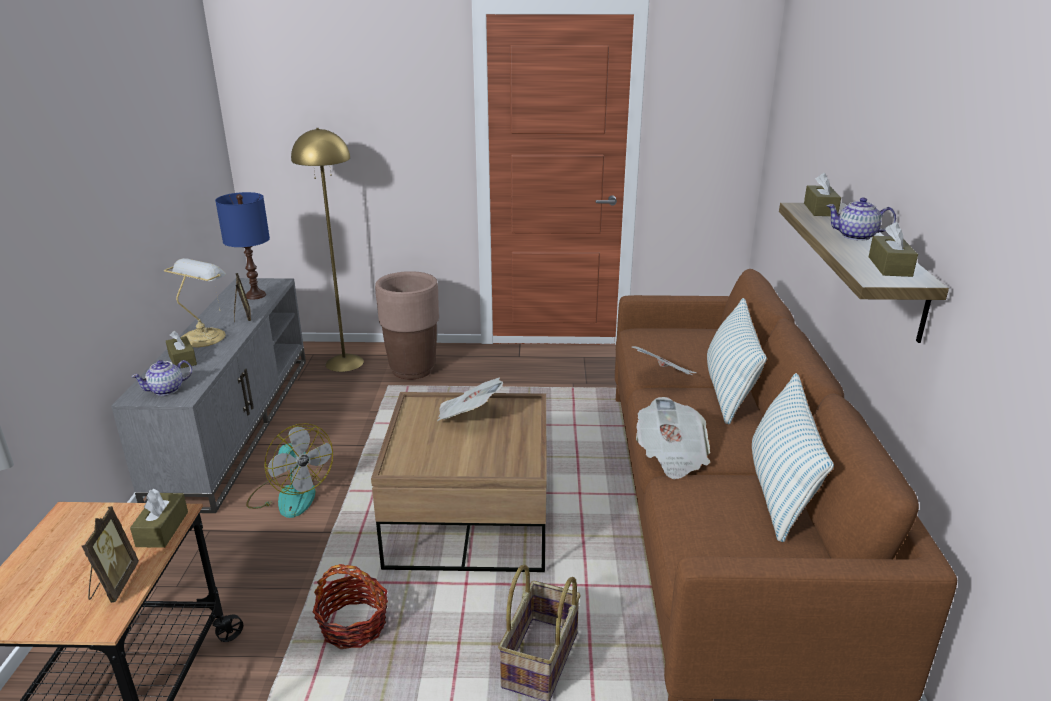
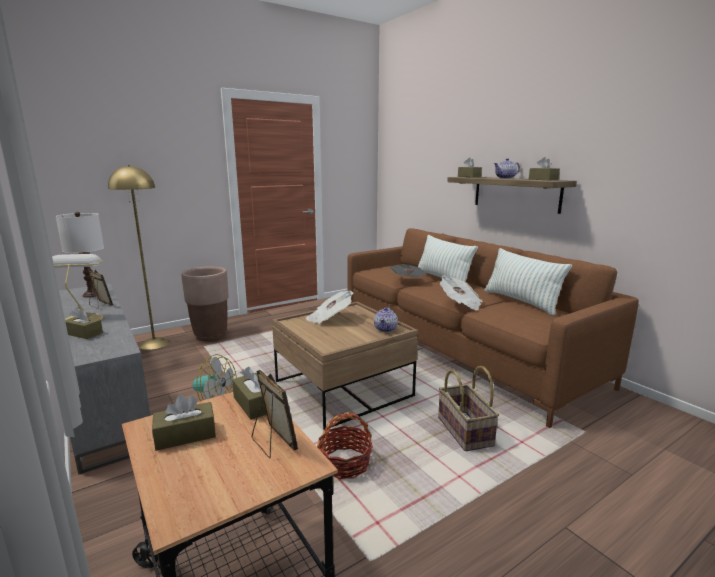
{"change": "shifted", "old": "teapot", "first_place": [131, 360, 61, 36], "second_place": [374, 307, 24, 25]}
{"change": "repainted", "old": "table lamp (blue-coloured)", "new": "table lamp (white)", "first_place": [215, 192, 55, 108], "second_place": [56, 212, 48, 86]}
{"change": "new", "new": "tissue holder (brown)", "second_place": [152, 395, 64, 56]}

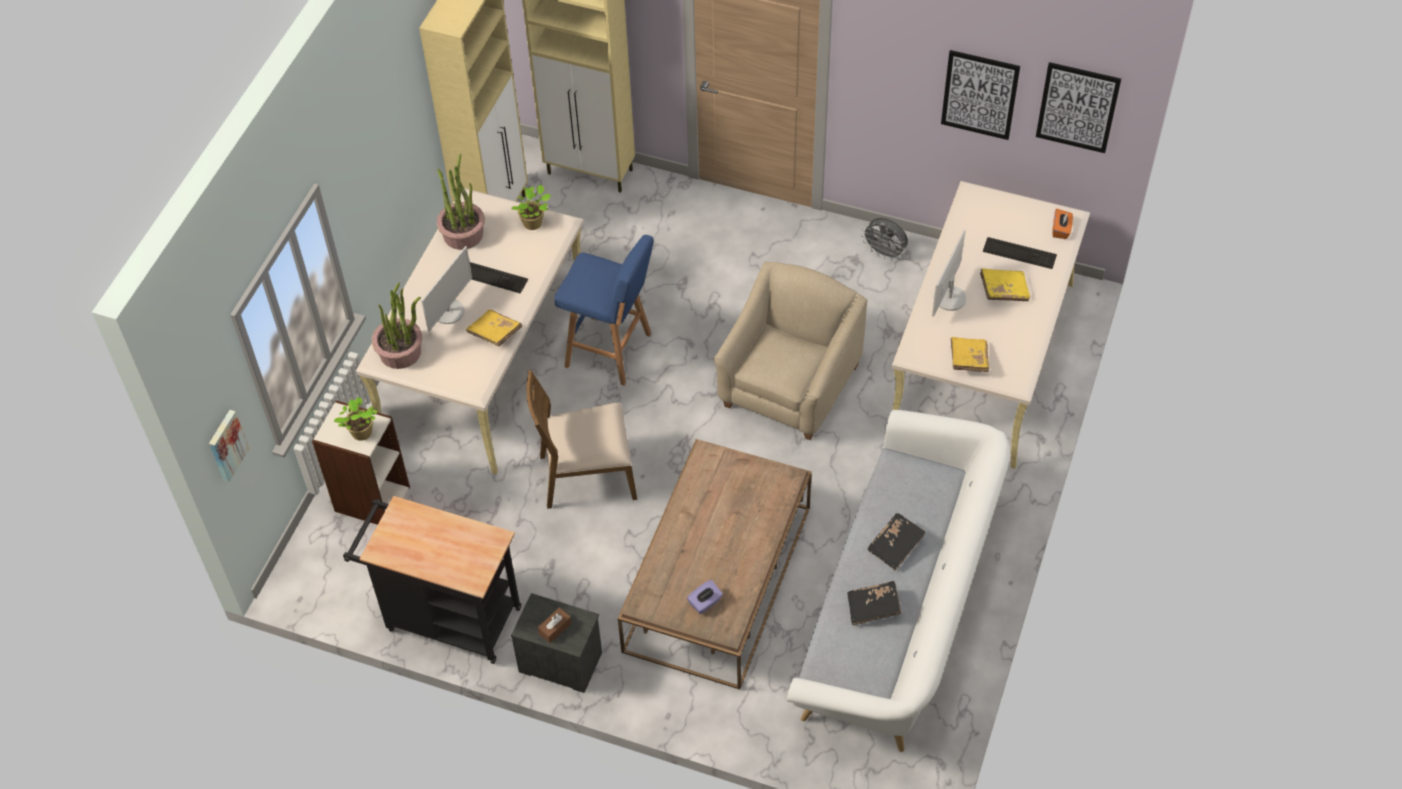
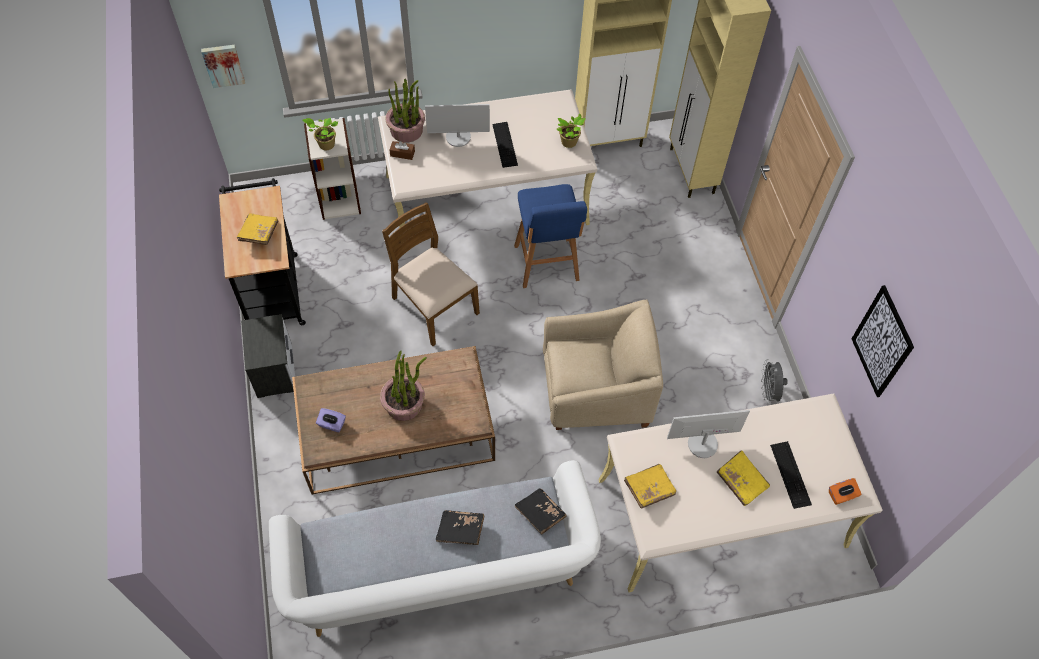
{"change": "shifted", "old": "houseplant", "first_place": [437, 154, 48, 96], "second_place": [380, 350, 47, 71]}
{"change": "shifted", "old": "bound book (yellow-coloured)", "first_place": [466, 310, 56, 36], "second_place": [237, 213, 41, 32]}
{"change": "shifted", "old": "tissue holder (brown)", "first_place": [538, 607, 34, 36], "second_place": [389, 141, 26, 19]}
{"change": "shifted", "old": "bound book (black-coloured)", "first_place": [847, 581, 54, 45], "second_place": [515, 489, 52, 45]}
{"change": "gone", "old": "wall picture", "first_place": [1036, 62, 85, 91]}

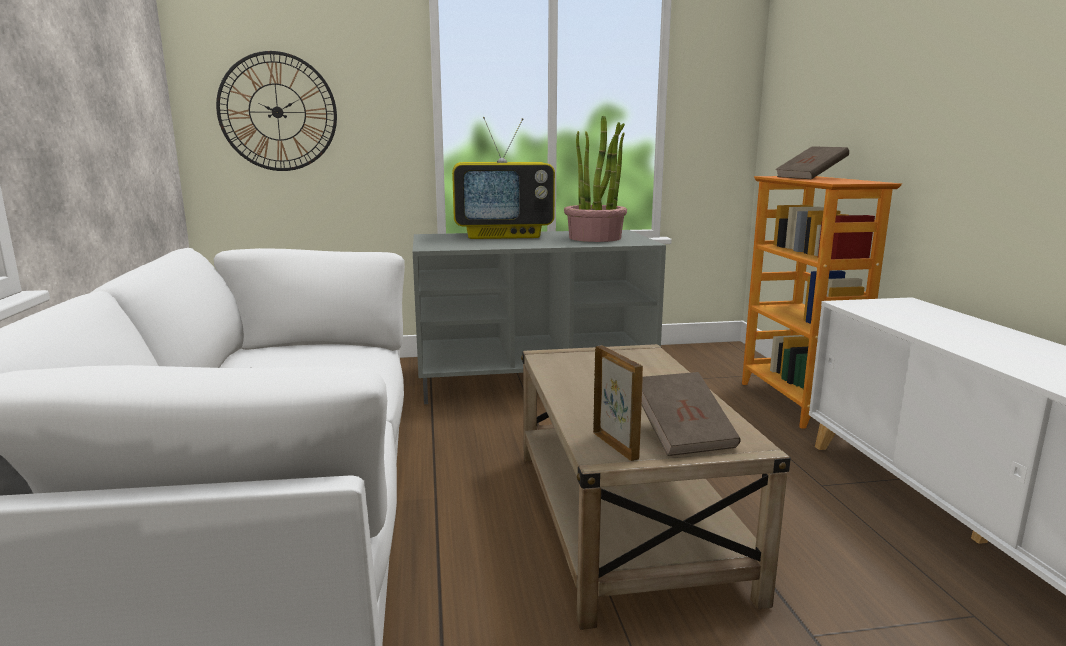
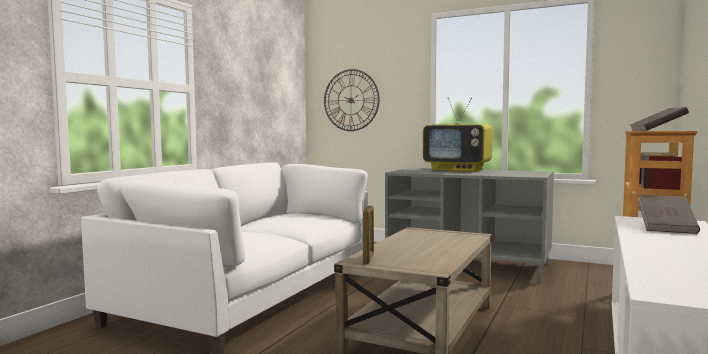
{"change": "gone", "old": "houseplant", "first_place": [564, 116, 63, 126]}
{"change": "shifted", "old": "bound book (brown)", "first_place": [642, 372, 99, 84], "second_place": [638, 195, 62, 39]}

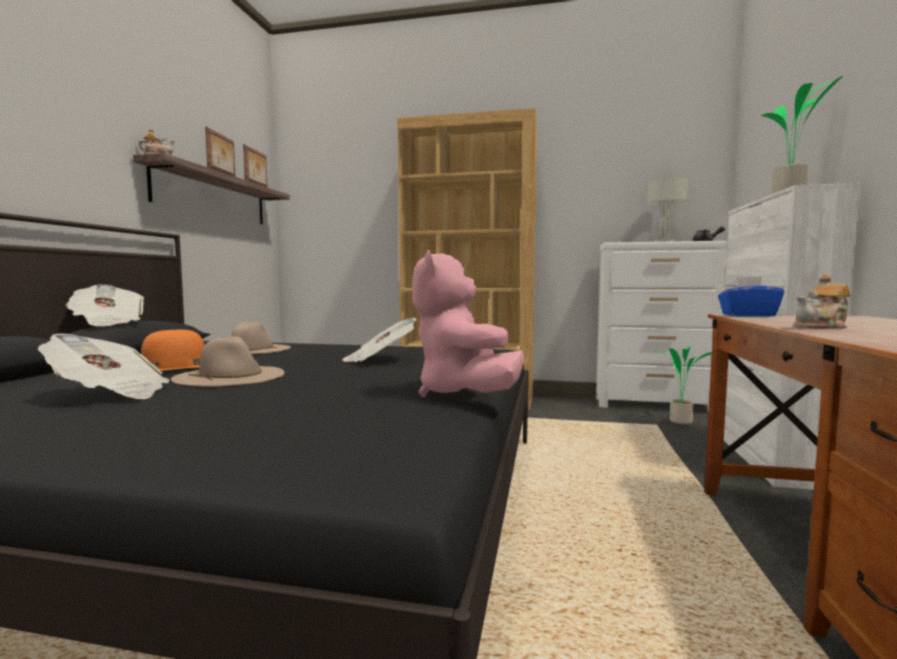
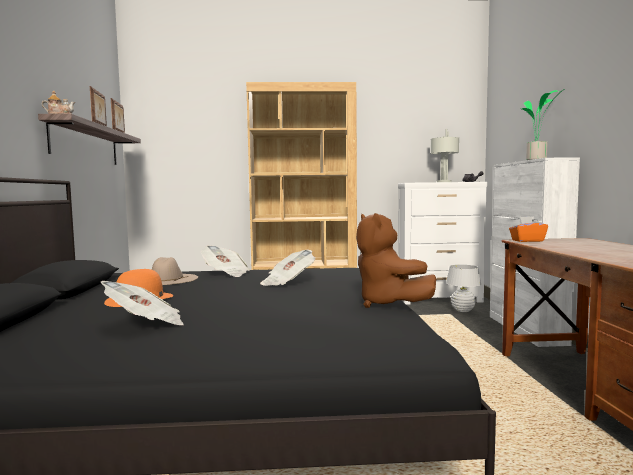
{"change": "shifted", "old": "newspaper", "first_place": [66, 285, 78, 42], "second_place": [201, 245, 49, 32]}
{"change": "gone", "old": "hat (sand-coloured)", "first_place": [171, 336, 113, 51]}
{"change": "repainted", "old": "plush toy (pink)", "new": "plush toy (brown)", "first_place": [412, 250, 112, 147], "second_place": [356, 213, 80, 95]}
{"change": "swapped", "old": "houseplant", "new": "table lamp (white)", "first_place": [654, 347, 58, 77], "second_place": [446, 265, 35, 47]}
{"change": "repainted", "old": "tissue holder (blue-coloured)", "new": "tissue holder (orangey)", "first_place": [718, 276, 66, 41], "second_place": [509, 216, 39, 26]}
{"change": "gone", "old": "teapot", "first_place": [795, 275, 56, 53]}

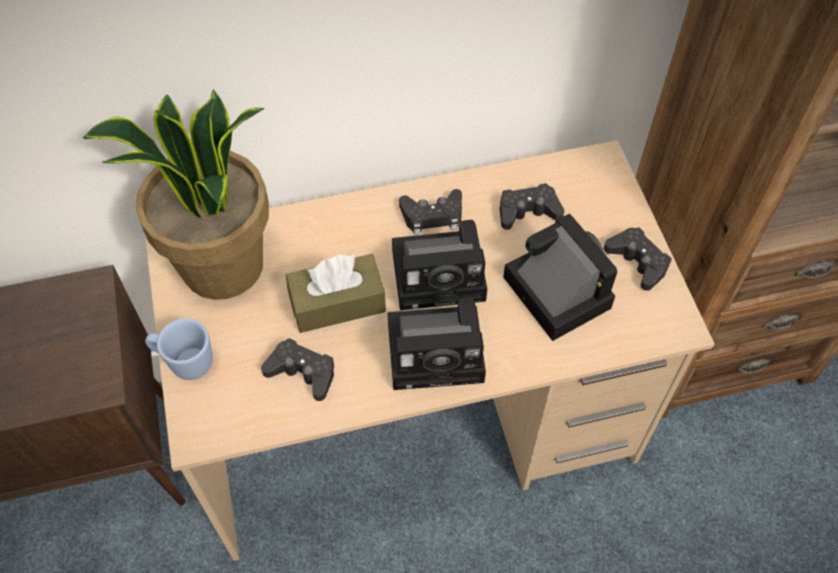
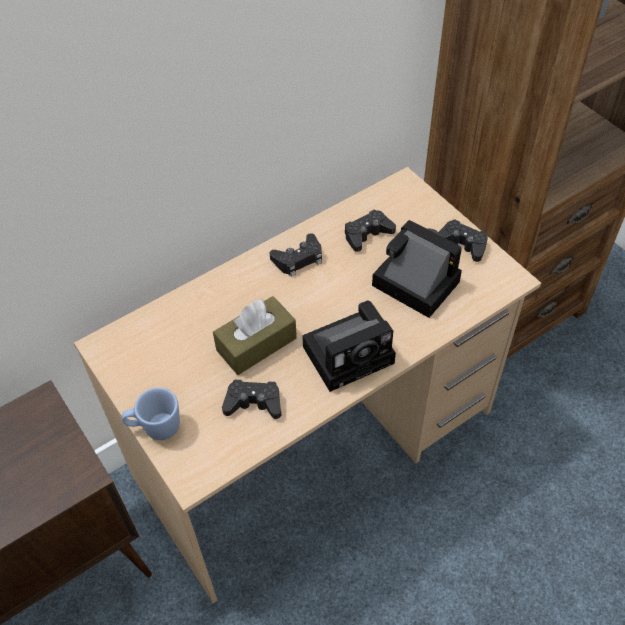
{"change": "gone", "old": "houseplant", "first_place": [83, 89, 186, 211]}
{"change": "gone", "old": "photo camera", "first_place": [392, 220, 95, 90]}

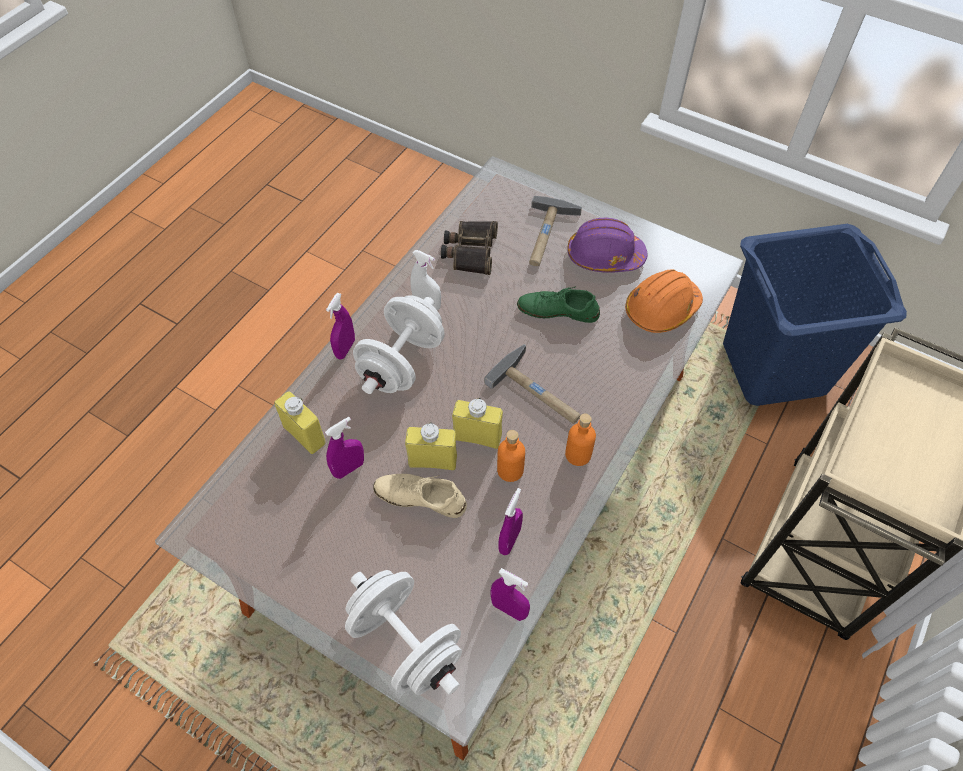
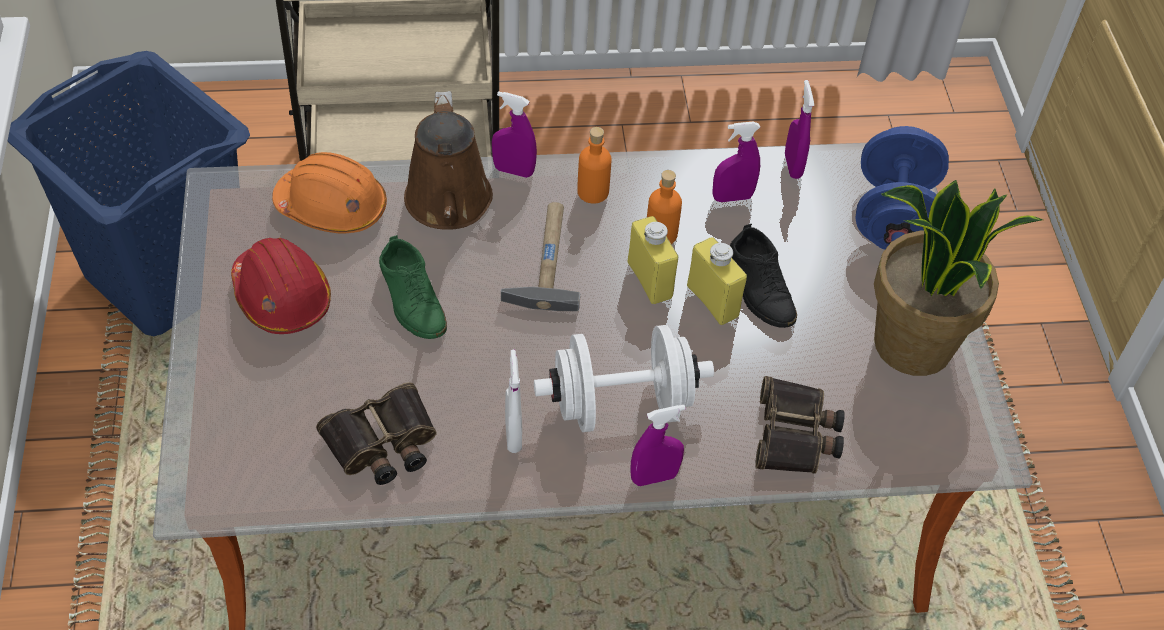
{"change": "swapped", "old": "drink bottle (yellow-coloured)", "new": "field glasses", "first_place": [274, 391, 52, 63], "second_place": [755, 376, 90, 98]}
{"change": "shifted", "old": "hand sprayer (purple-coloured)", "first_place": [325, 417, 39, 62], "second_place": [492, 91, 45, 87]}
{"change": "repainted", "old": "free weight (white)", "new": "free weight (blue-coloured)", "first_place": [345, 570, 117, 125], "second_place": [856, 126, 93, 124]}
{"change": "repainted", "old": "item of footwear (sand-coloured)", "new": "item of footwear (black-coloured)", "first_place": [373, 474, 94, 44], "second_place": [730, 224, 67, 104]}
{"change": "gone", "old": "hand hammer", "first_place": [529, 196, 53, 70]}
{"change": "repainted", "old": "work helmet (purple-coloured)", "new": "work helmet (red-coloured)", "first_place": [567, 218, 80, 55], "second_place": [231, 238, 100, 96]}
{"change": "new", "new": "watering can (brown)", "second_place": [404, 91, 89, 139]}
{"change": "new", "new": "houseplant", "second_place": [874, 180, 169, 196]}

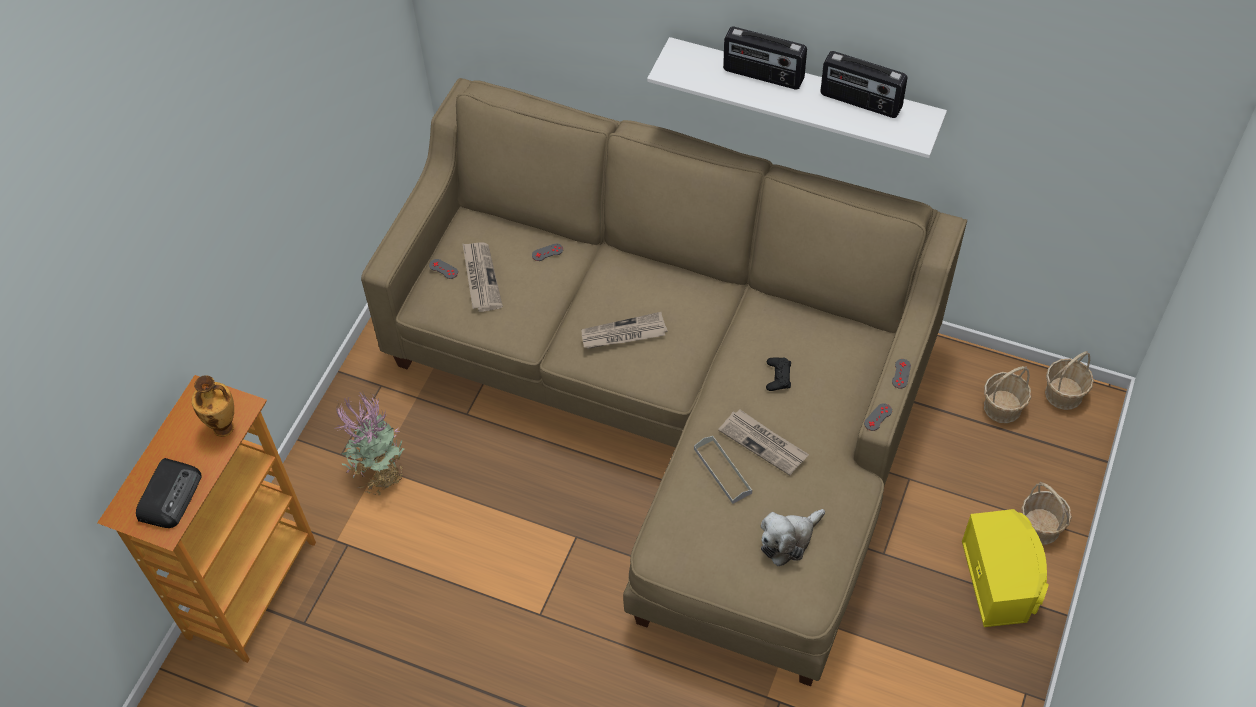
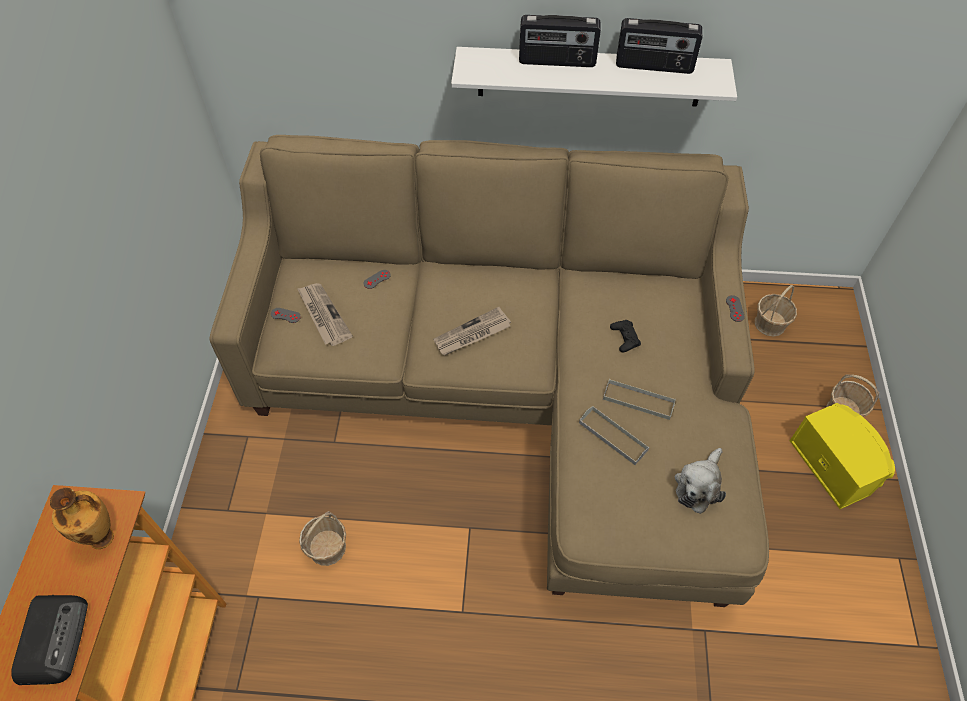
{"change": "gone", "old": "houseplant", "first_place": [335, 391, 71, 104]}
{"change": "swapped", "old": "newspaper", "new": "serving tray (greyish)", "first_place": [718, 409, 91, 67], "second_place": [603, 379, 73, 41]}
{"change": "gone", "old": "game controller (greyish)", "first_place": [864, 403, 28, 28]}
{"change": "shifted", "old": "basket", "first_place": [1045, 351, 49, 59], "second_place": [299, 511, 47, 55]}

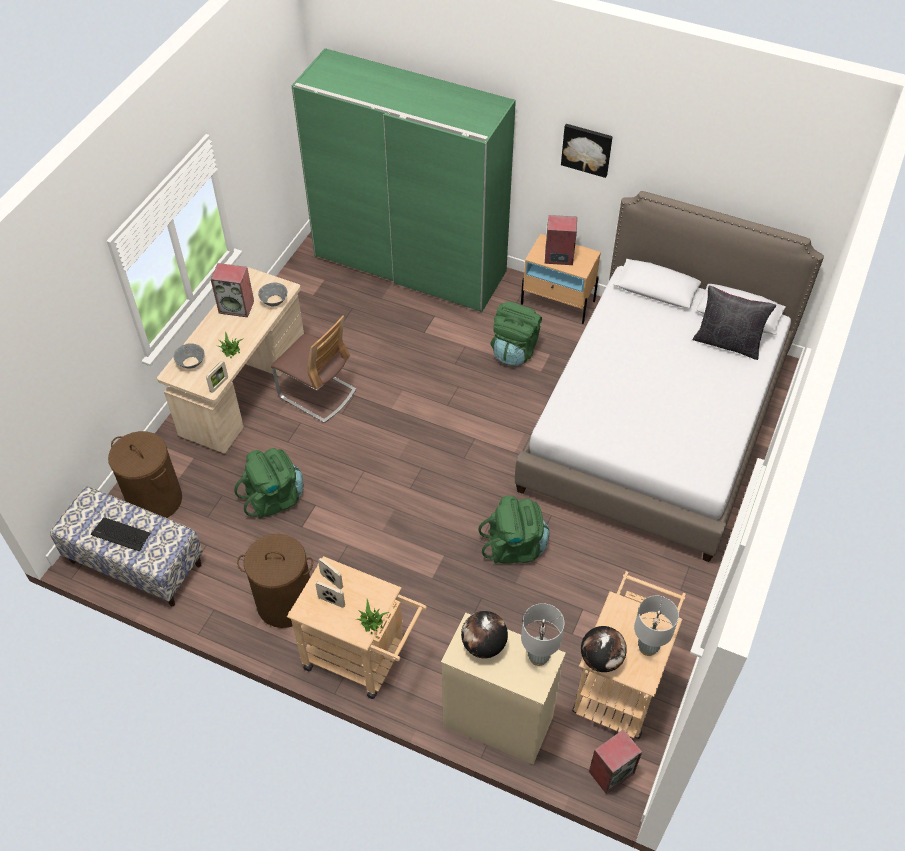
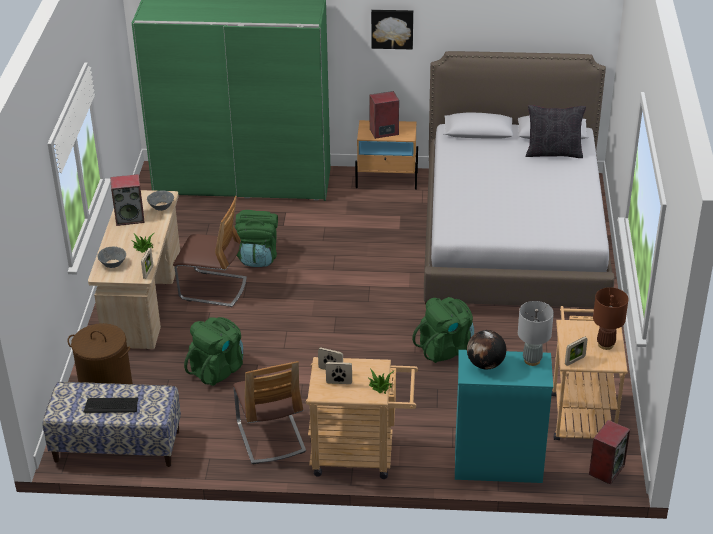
{"change": "swapped", "old": "washing basket (brown)", "new": "upright chair", "first_place": [237, 534, 76, 94], "second_place": [233, 361, 73, 103]}
{"change": "repainted", "old": "chest of drawers (sand-coloured)", "new": "chest of drawers (blue-green)", "first_place": [441, 612, 125, 152], "second_place": [455, 350, 98, 133]}
{"change": "shifted", "old": "rucksack (green-coloured)", "first_place": [491, 302, 51, 64], "second_place": [235, 210, 43, 57]}
{"change": "swapped", "old": "globe", "new": "standing frame", "first_place": [581, 626, 46, 46], "second_place": [565, 337, 23, 29]}
{"change": "repainted", "old": "table lamp (greyish)", "new": "table lamp (brown)", "first_place": [634, 596, 45, 60], "second_place": [593, 287, 35, 63]}

